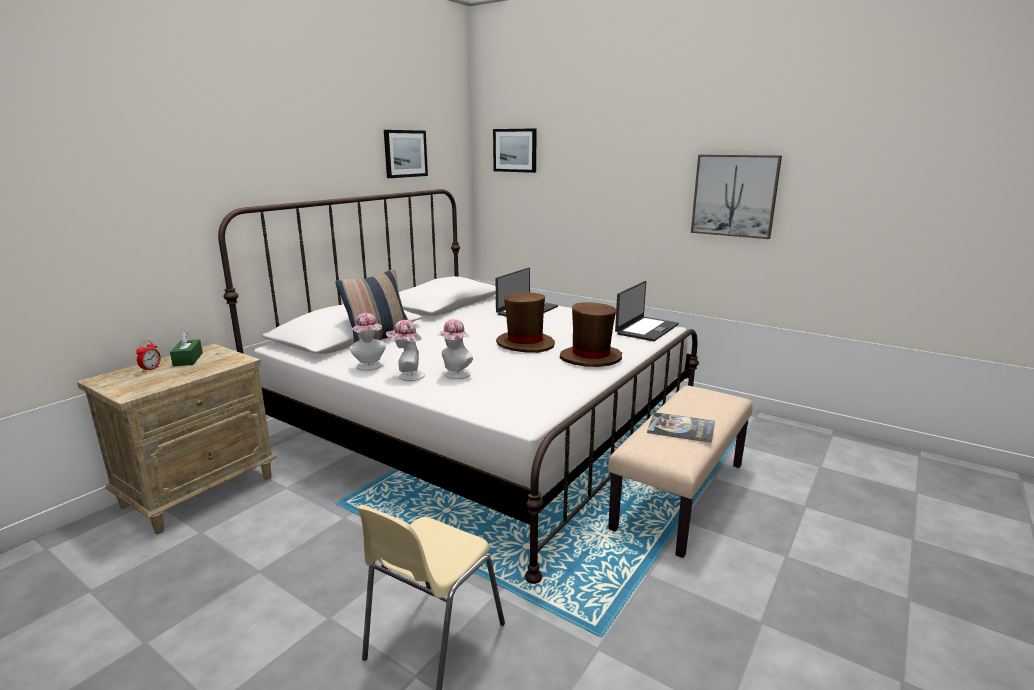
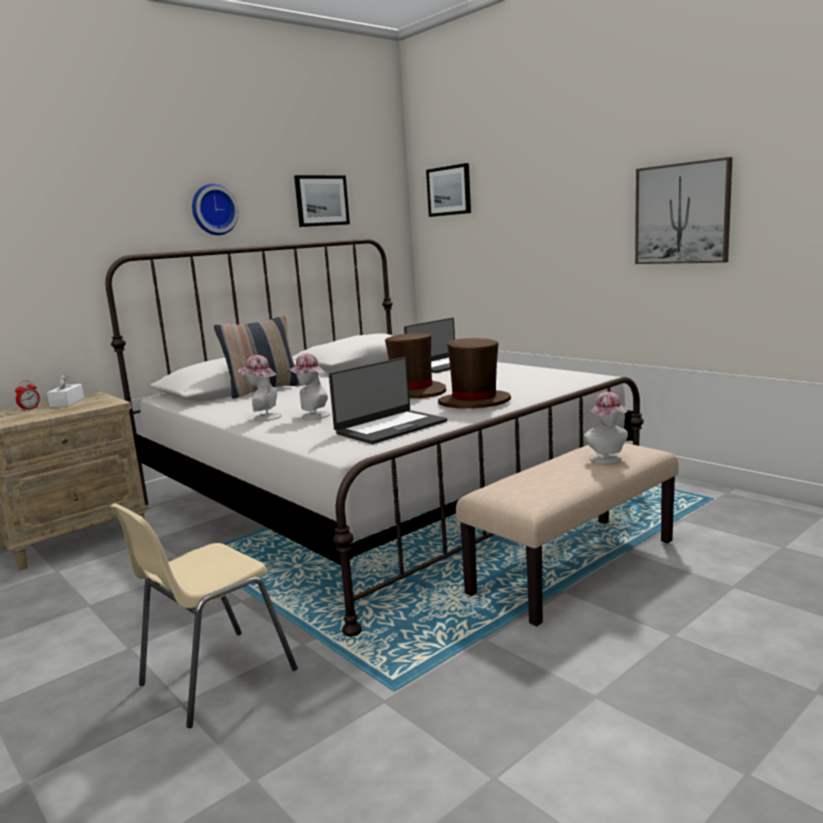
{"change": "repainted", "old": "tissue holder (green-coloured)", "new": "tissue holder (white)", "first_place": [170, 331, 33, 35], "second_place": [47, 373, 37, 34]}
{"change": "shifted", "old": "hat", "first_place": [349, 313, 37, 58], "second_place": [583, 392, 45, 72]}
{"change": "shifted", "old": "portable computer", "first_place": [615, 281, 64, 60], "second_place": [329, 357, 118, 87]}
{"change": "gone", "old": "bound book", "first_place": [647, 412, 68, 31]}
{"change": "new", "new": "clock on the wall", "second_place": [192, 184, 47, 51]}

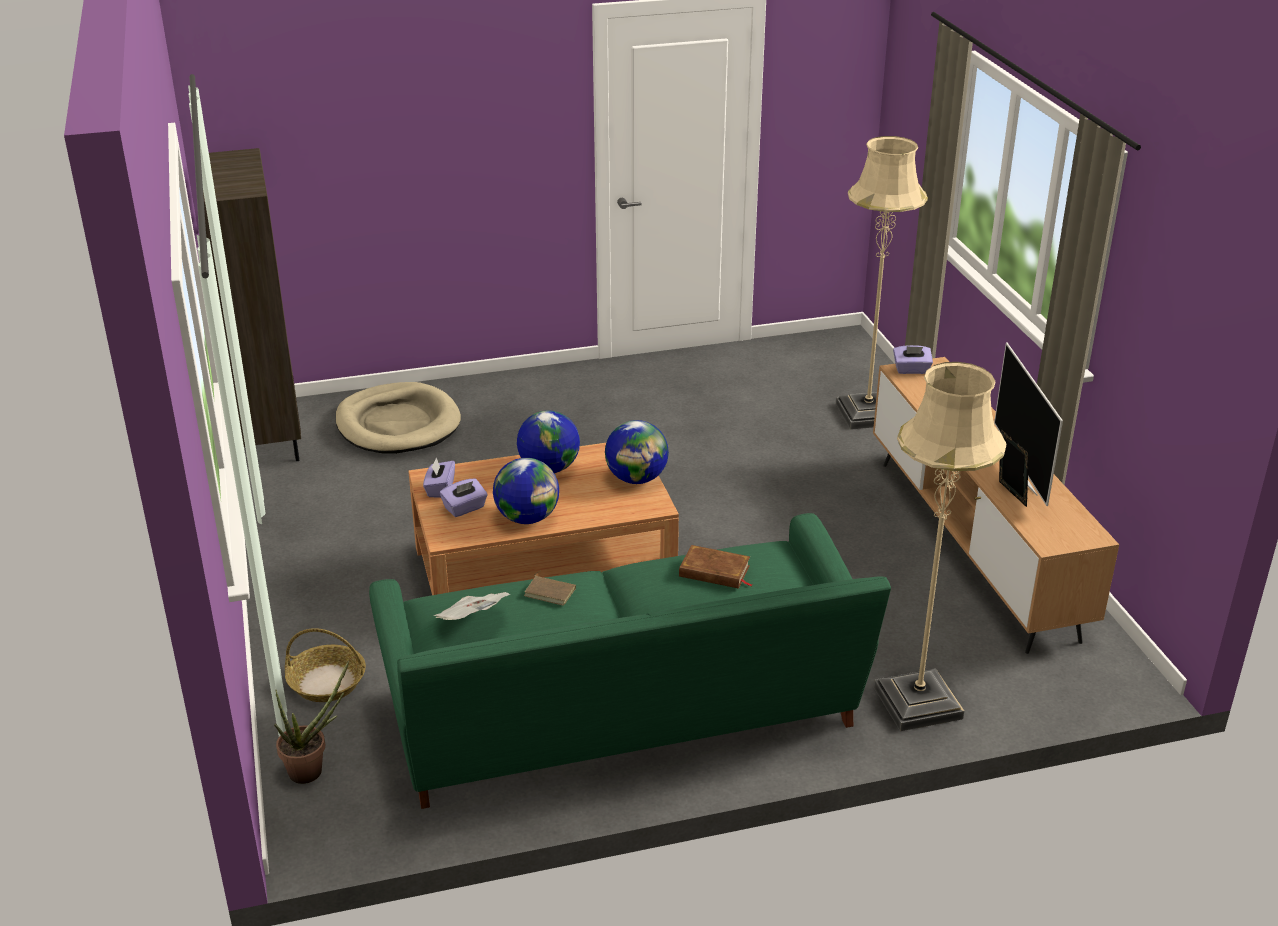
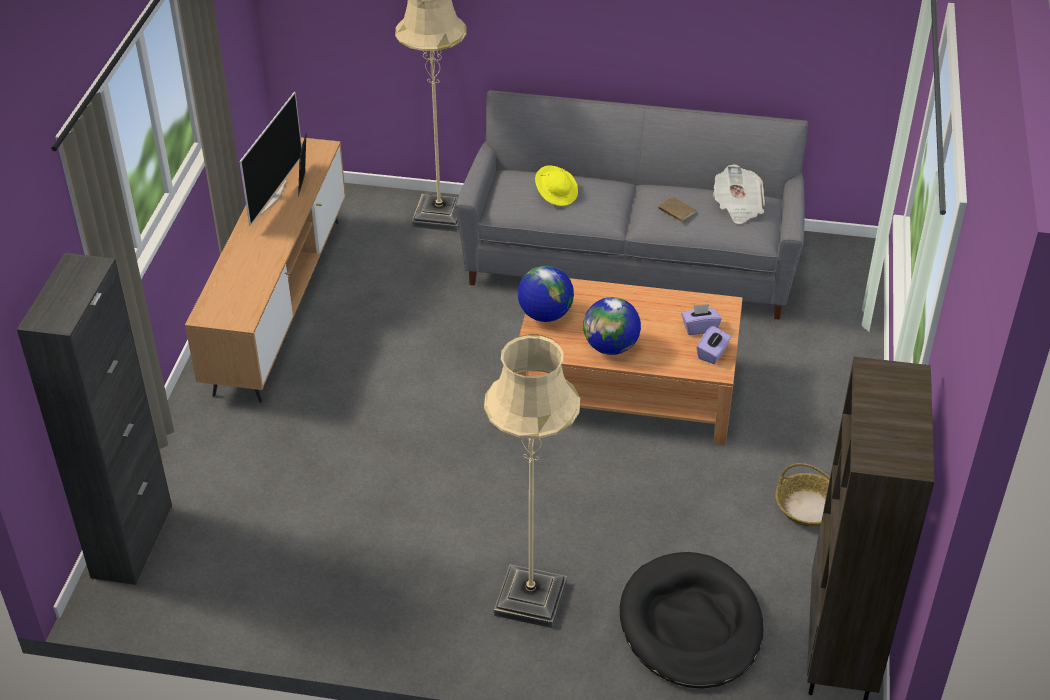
{"change": "gone", "old": "houseplant", "first_place": [274, 661, 75, 123]}
{"change": "shifted", "old": "basket", "first_place": [285, 628, 81, 74], "second_place": [775, 463, 55, 64]}
{"change": "repainted", "old": "dog bed (sand-coloured)", "new": "dog bed (black-coloured)", "first_place": [336, 382, 125, 72], "second_place": [620, 552, 143, 137]}
{"change": "repainted", "old": "couch (green-coloured)", "new": "couch (greyish)", "first_place": [369, 513, 522, 296], "second_place": [455, 90, 353, 230]}
{"change": "gone", "old": "globe", "first_place": [493, 458, 66, 66]}
{"change": "swapped", "old": "bound book (brown)", "new": "hat (yellow-coloured)", "first_place": [679, 545, 73, 44], "second_place": [535, 165, 43, 41]}
{"change": "shifted", "old": "floor lamp (sand-coloured)", "first_place": [836, 136, 92, 294], "second_place": [484, 334, 96, 294]}
{"change": "gone", "old": "tissue holder (purple-coloured)", "first_place": [893, 345, 40, 29]}
{"change": "new", "new": "cupboard (black-coloured)", "second_place": [17, 253, 155, 332]}

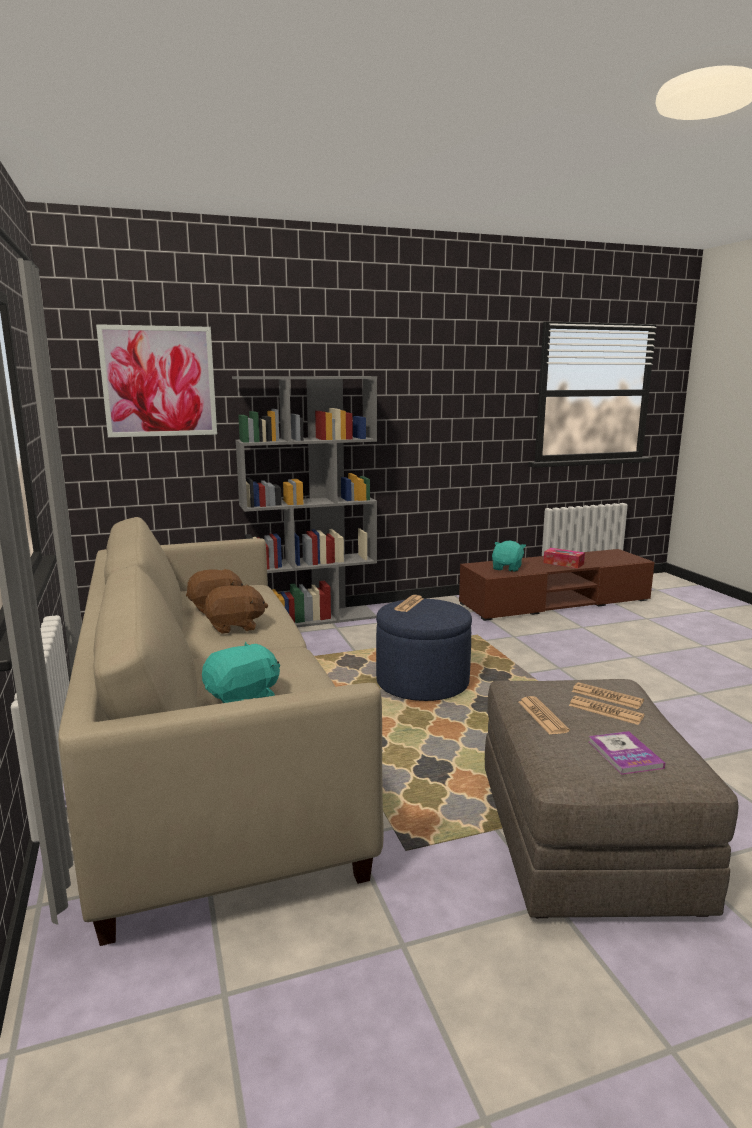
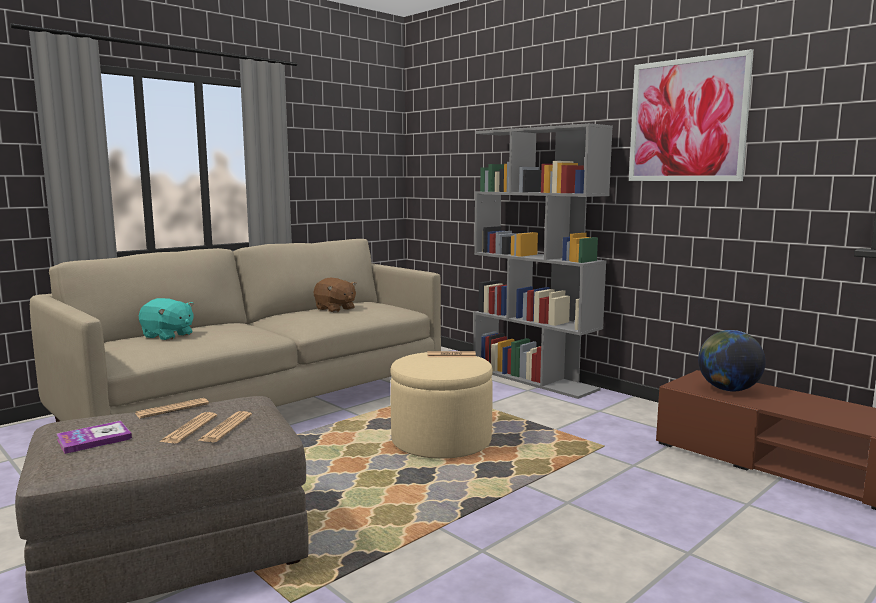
{"change": "shifted", "old": "wall picture", "first_place": [96, 324, 121, 113], "second_place": [629, 49, 125, 132]}
{"change": "gone", "old": "plush toy (brown)", "first_place": [203, 584, 65, 50]}
{"change": "repainted", "old": "pouffe (blue-coloured)", "new": "pouffe (sand-coloured)", "first_place": [376, 599, 96, 102], "second_place": [390, 352, 103, 107]}
{"change": "swapped", "old": "plush toy (blue-green)", "new": "globe", "first_place": [492, 541, 34, 31], "second_place": [698, 330, 68, 62]}
{"change": "gone", "old": "tissue holder", "first_place": [543, 548, 42, 20]}

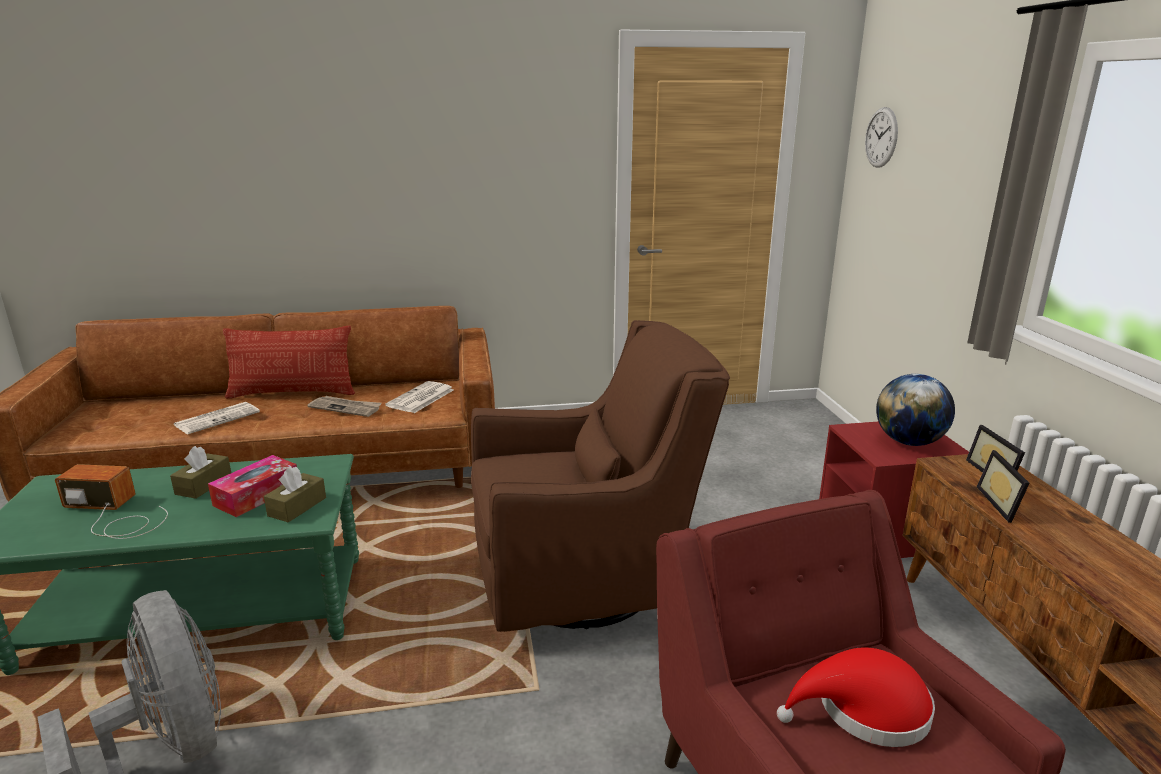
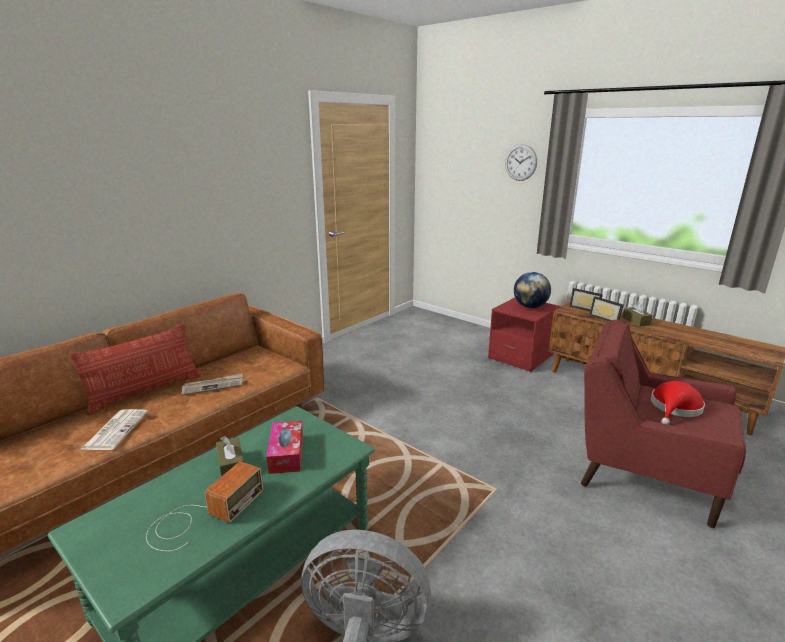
{"change": "rotated", "old": "radio set", "first_place": [55, 464, 113, 75], "second_place": [146, 461, 117, 91], "degrees": 150}
{"change": "shifted", "old": "tissue holder (brown)", "first_place": [264, 466, 62, 57], "second_place": [622, 301, 31, 26]}
{"change": "gone", "old": "newspaper", "first_place": [385, 381, 69, 32]}
{"change": "gone", "old": "easy chair (brown)", "first_place": [471, 320, 259, 312]}
{"change": "shifted", "old": "clock on the wall", "first_place": [865, 107, 33, 61], "second_place": [505, 144, 32, 37]}

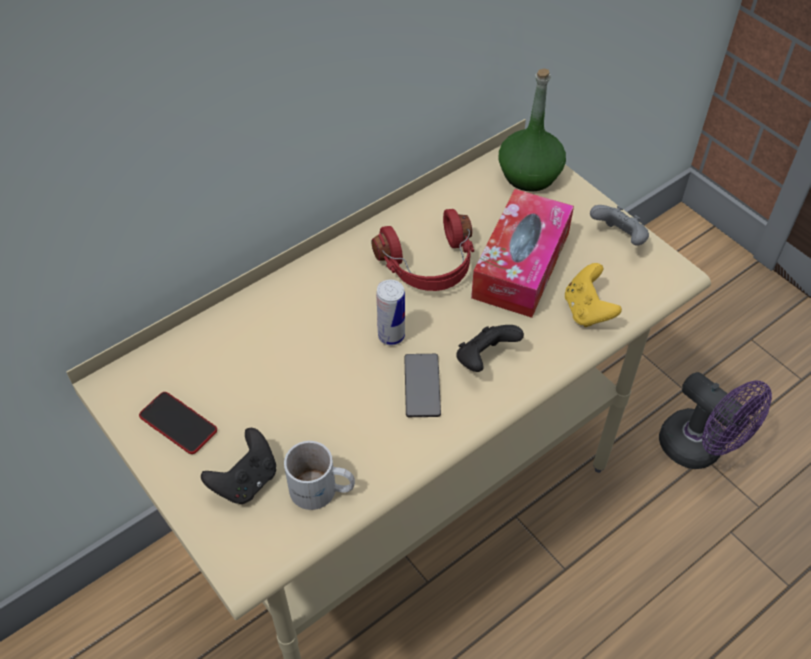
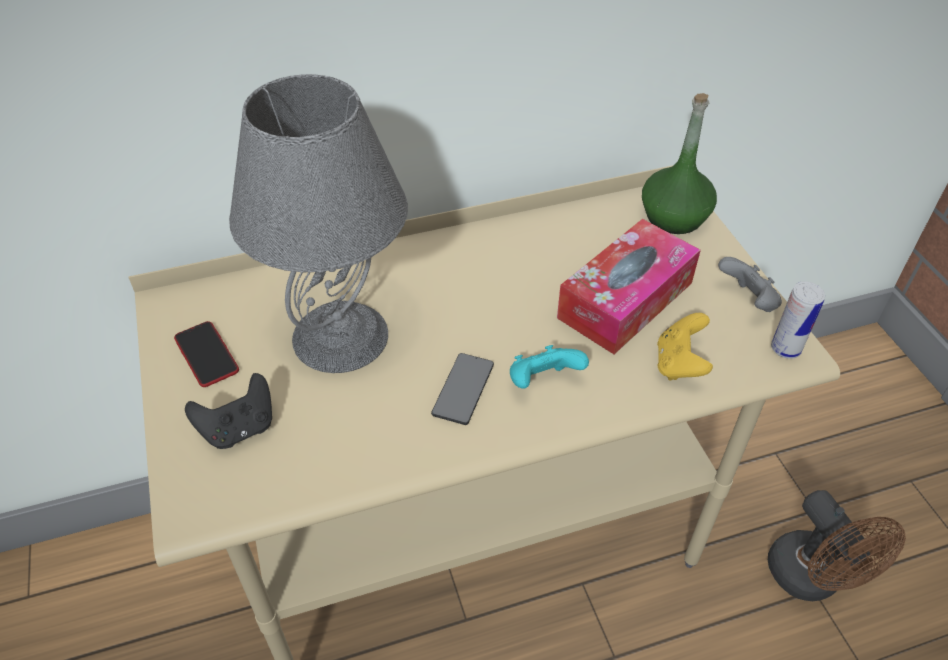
{"change": "gone", "old": "mug (white)", "first_place": [284, 441, 71, 69]}
{"change": "gone", "old": "headphones (red-coloured)", "first_place": [371, 209, 104, 82]}
{"change": "shifted", "old": "metal can", "first_place": [376, 280, 29, 66], "second_place": [771, 281, 54, 78]}
{"change": "repainted", "old": "game controller (black-coloured)", "new": "game controller (blue-green)", "first_place": [456, 325, 68, 47], "second_place": [510, 345, 79, 44]}
{"change": "repainted", "old": "cooling fan (purple-coloured)", "new": "cooling fan (brown)", "first_place": [659, 372, 113, 97], "second_place": [768, 490, 138, 111]}
{"change": "new", "new": "table lamp (greyish)", "second_place": [229, 74, 179, 299]}

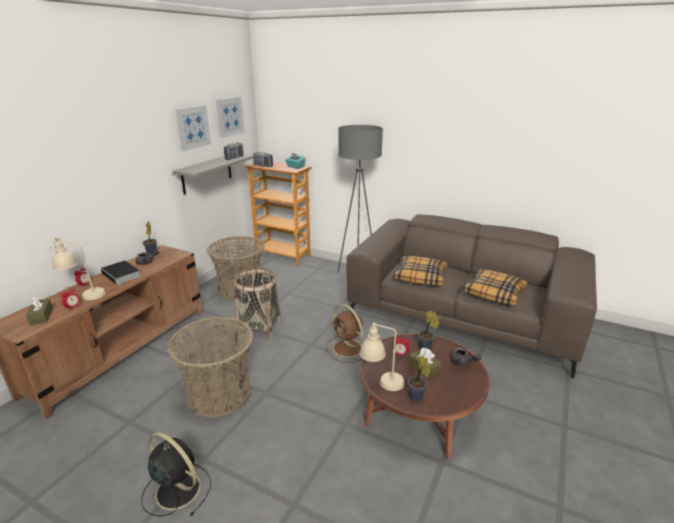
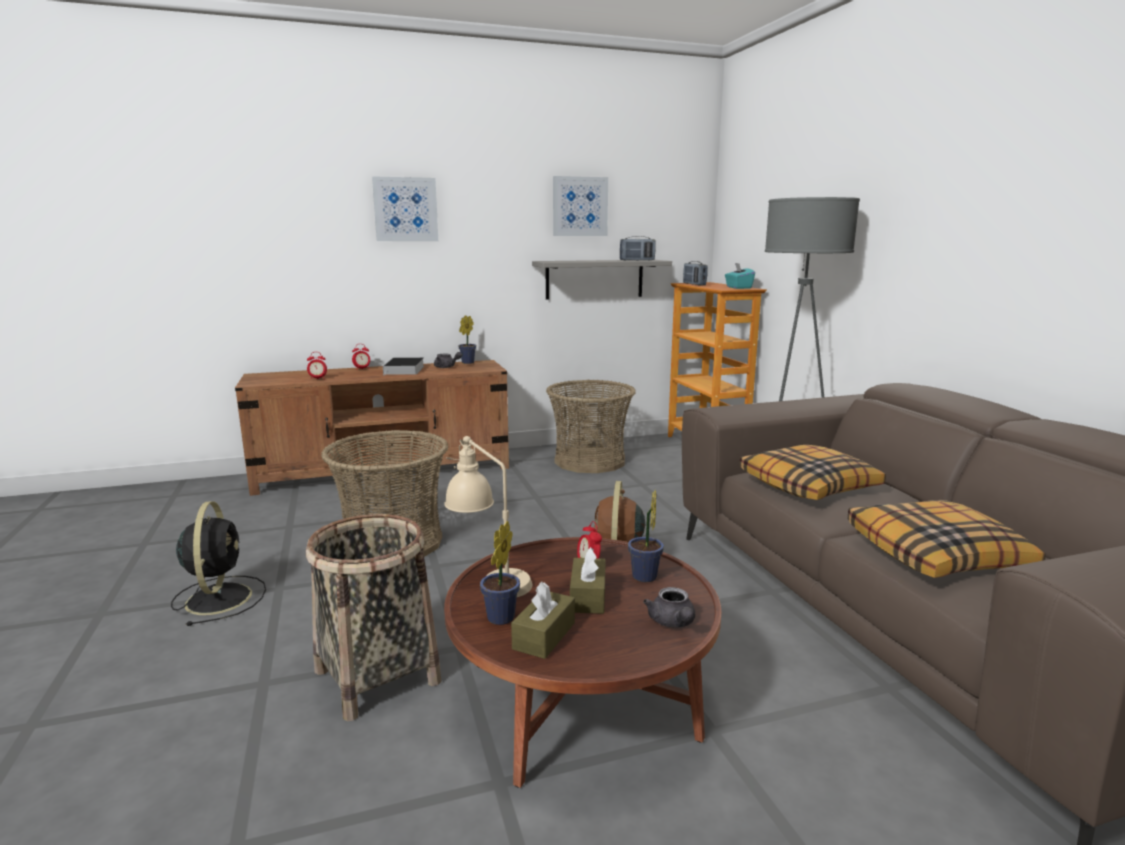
{"change": "shifted", "old": "tissue holder (brown)", "first_place": [26, 296, 27, 29], "second_place": [511, 582, 64, 77]}
{"change": "gone", "old": "table lamp (sand-coloured)", "first_place": [52, 236, 54, 64]}
{"change": "shifted", "old": "wall picture", "first_place": [216, 96, 28, 42], "second_place": [372, 176, 66, 65]}
{"change": "shifted", "old": "basket", "first_place": [234, 268, 47, 72], "second_place": [306, 514, 136, 207]}

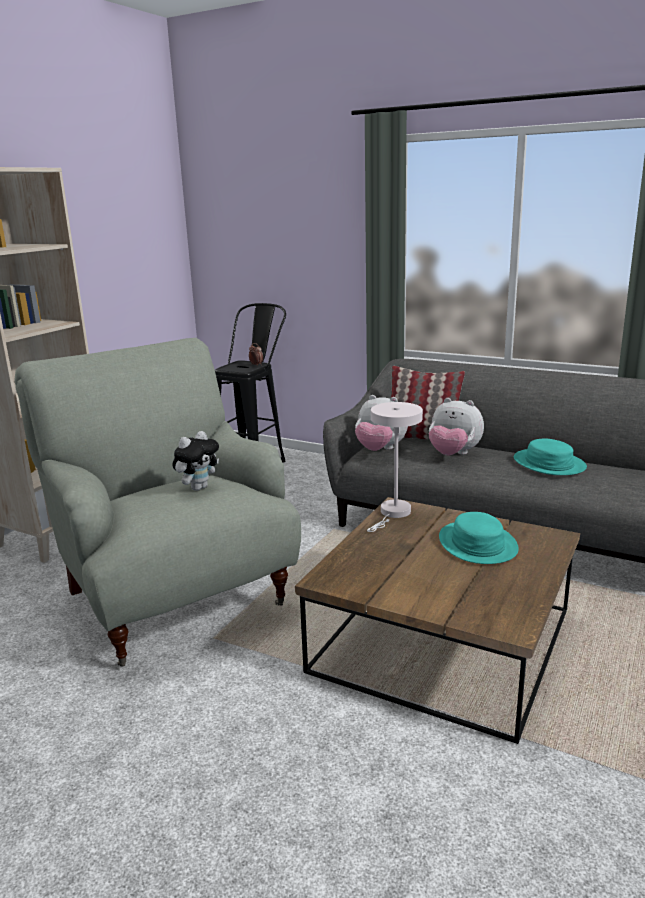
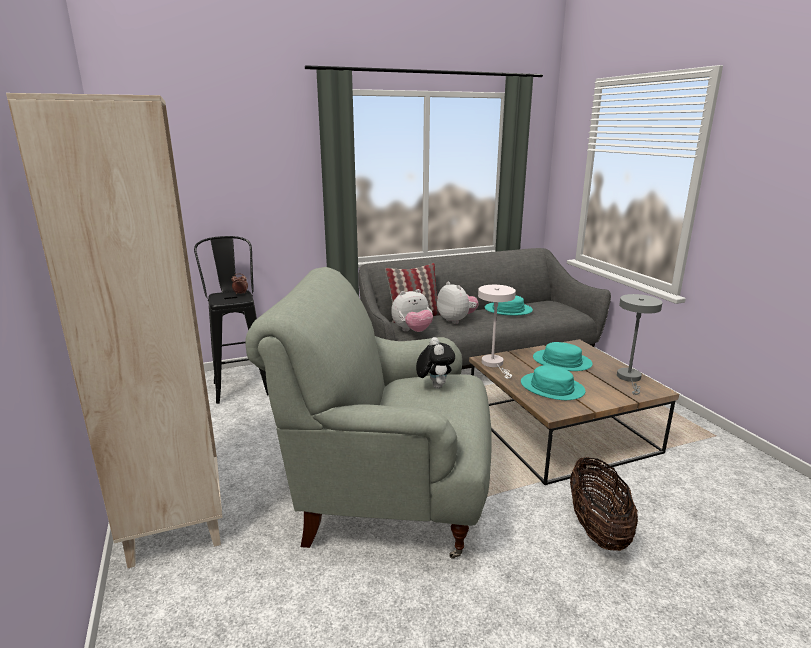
{"change": "rotated", "old": "plush toy", "first_place": [429, 398, 55, 57], "second_place": [437, 282, 42, 42], "degrees": -105}
{"change": "new", "new": "hat (blue-green)", "second_place": [521, 365, 65, 35]}
{"change": "new", "new": "basket", "second_place": [570, 457, 68, 94]}
{"change": "new", "new": "table lamp (greyish)", "second_place": [617, 294, 46, 101]}

